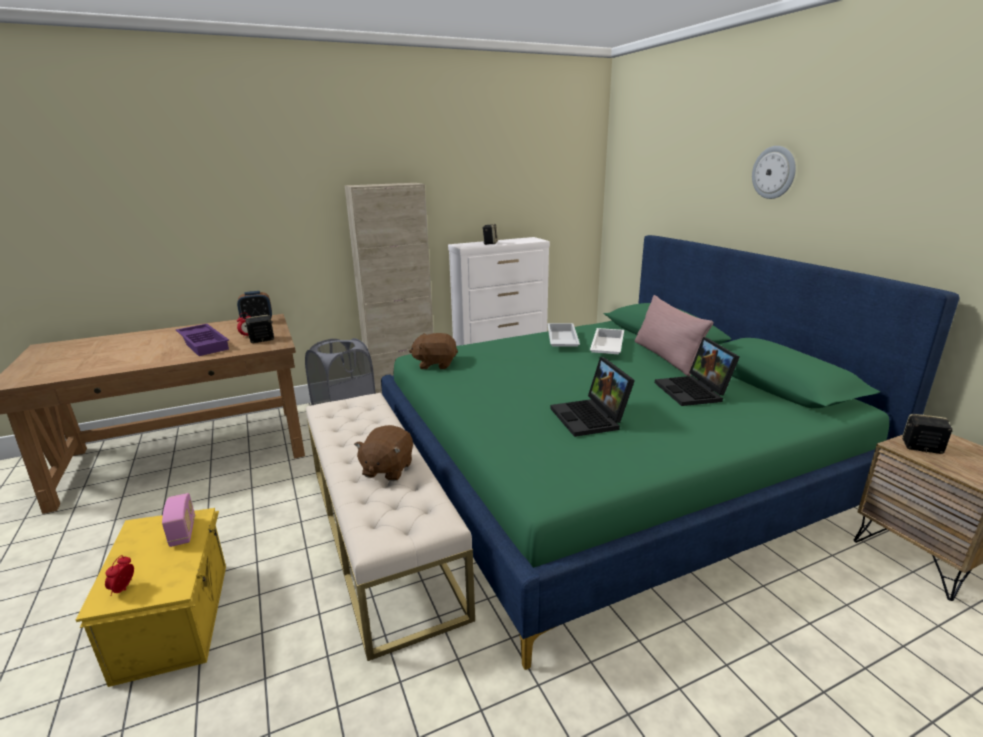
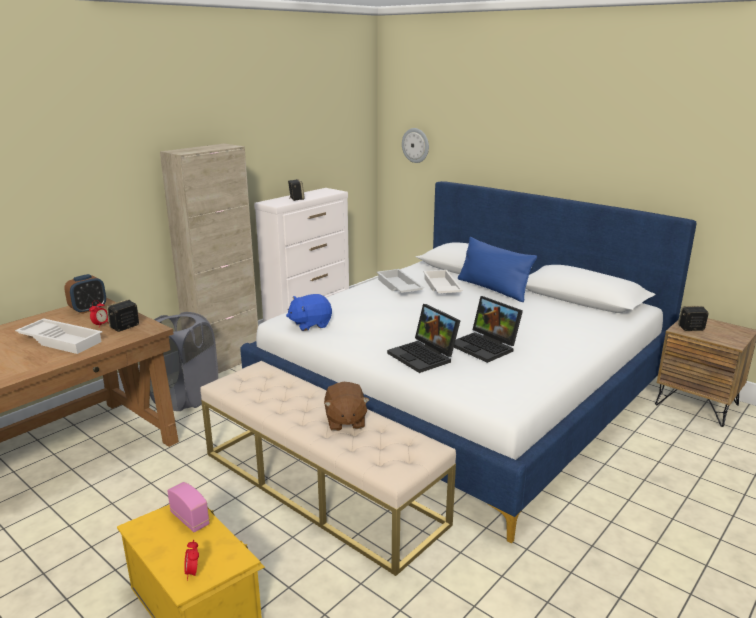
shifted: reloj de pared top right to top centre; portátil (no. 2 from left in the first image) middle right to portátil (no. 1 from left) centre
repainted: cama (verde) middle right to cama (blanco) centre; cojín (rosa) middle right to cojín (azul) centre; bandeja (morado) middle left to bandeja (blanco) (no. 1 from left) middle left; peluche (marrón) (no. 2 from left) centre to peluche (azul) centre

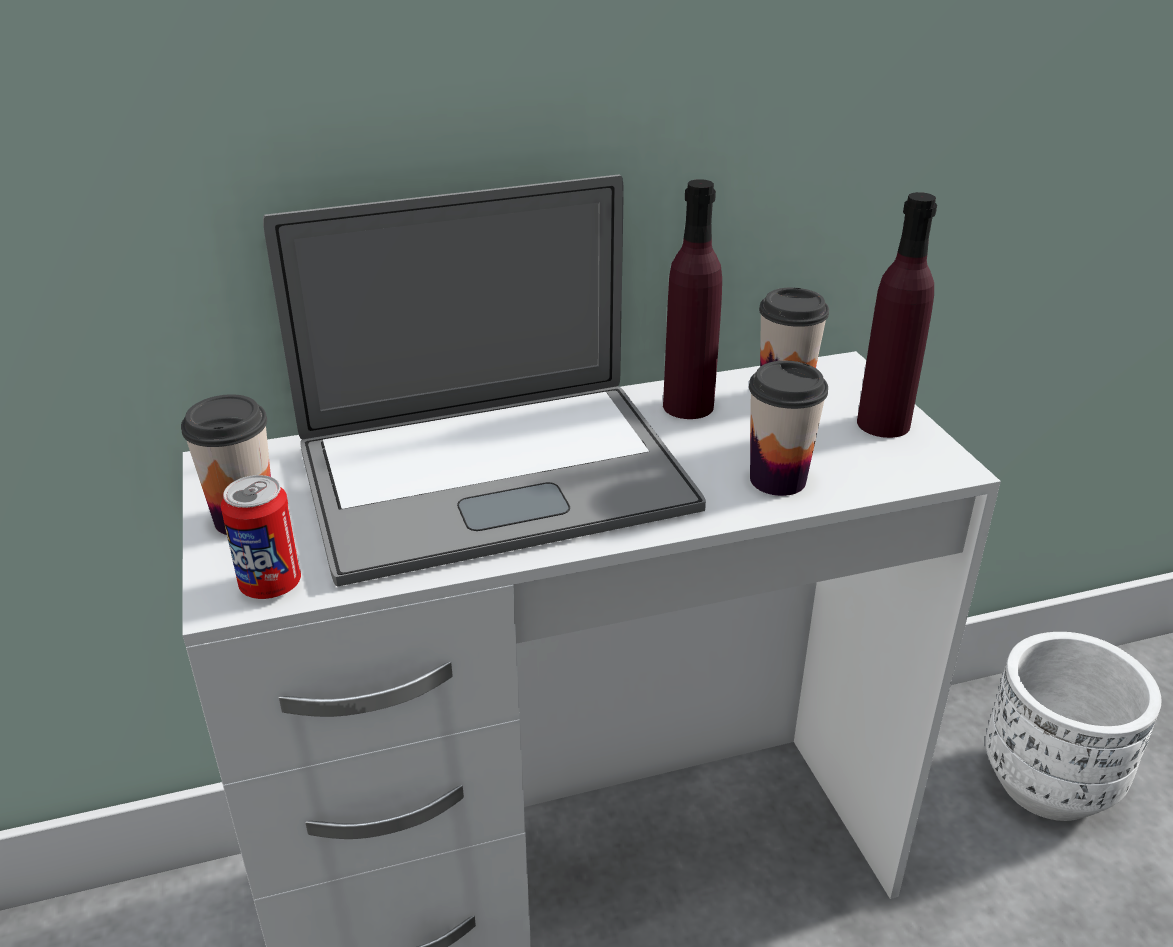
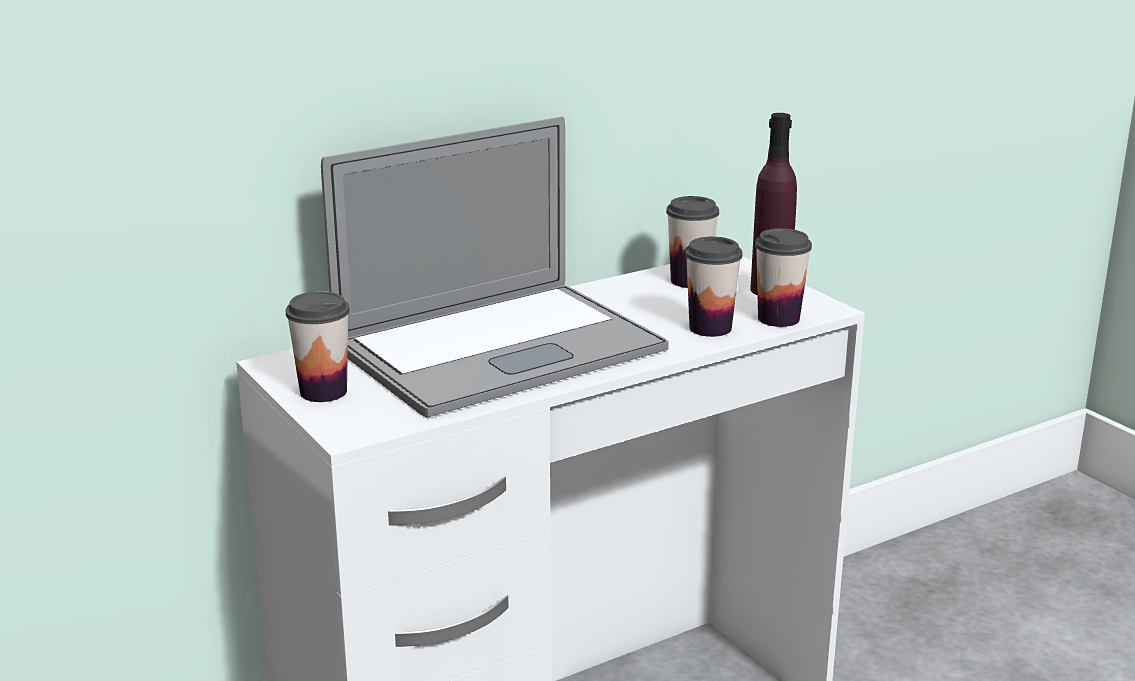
gone: botella (morado) (no. 1 from left) top centre; lata middle left; maceta (blanco) bottom right
new: taza (no. 4 from left) middle right

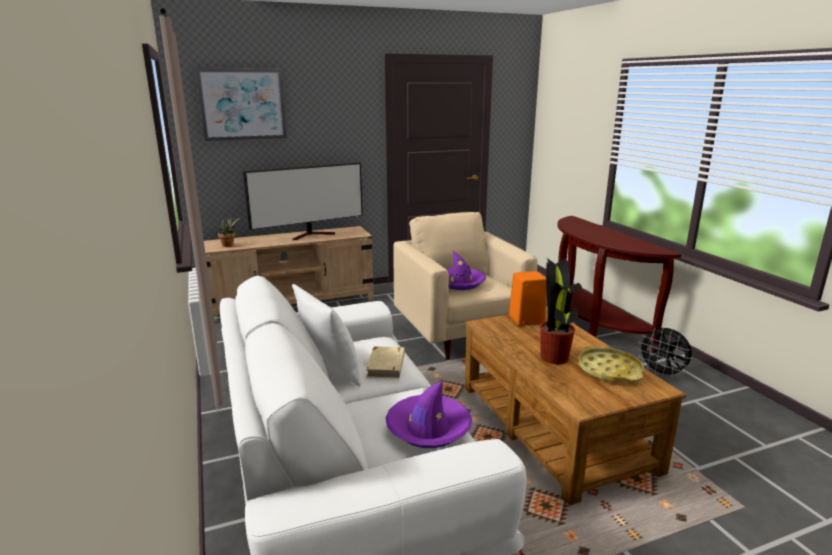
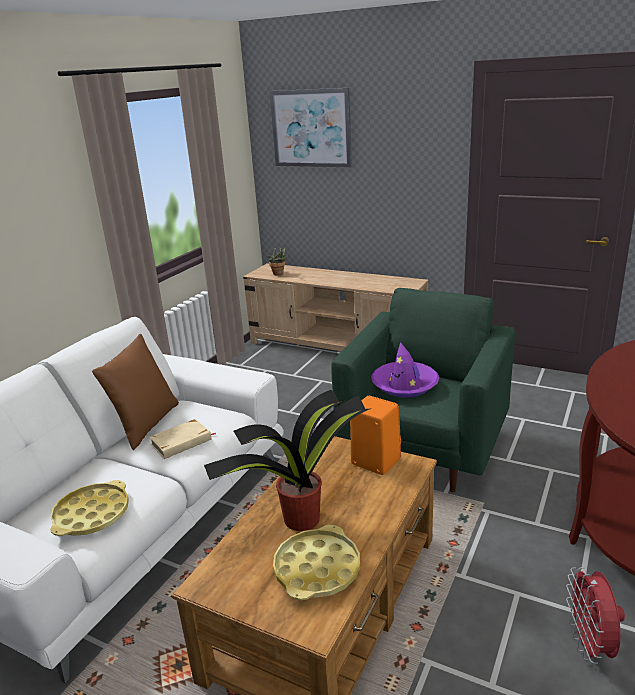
gone: televisor centre
swapped: sombrero (morado) (no. 1 from left) bottom centre to bandeja (amarillo) (no. 1 from left) bottom left
repainted: sillón (beis) centre to sillón (verde) centre; cojín (blanco) centre to cojín (marrón) middle left; ventilador (negro) middle right to ventilador (rojo) bottom right

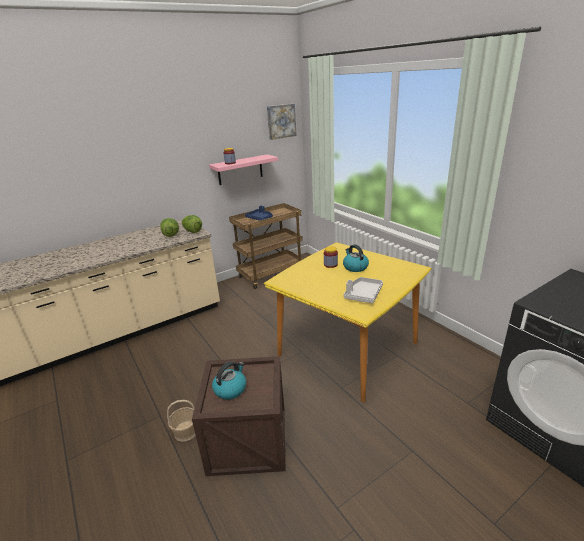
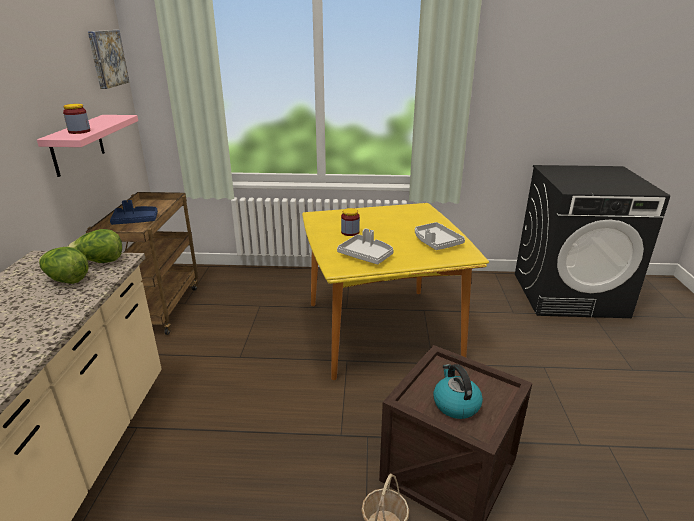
gone: hervidor (no. 2 from left) centre
new: bandeja (gris) (no. 1 from left) centre

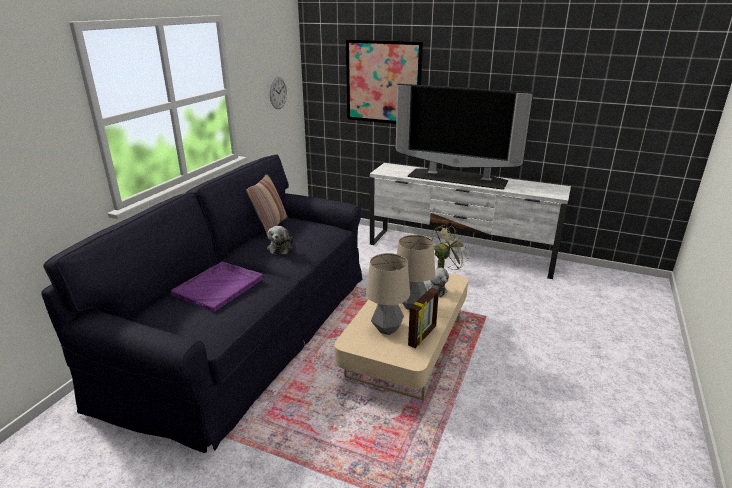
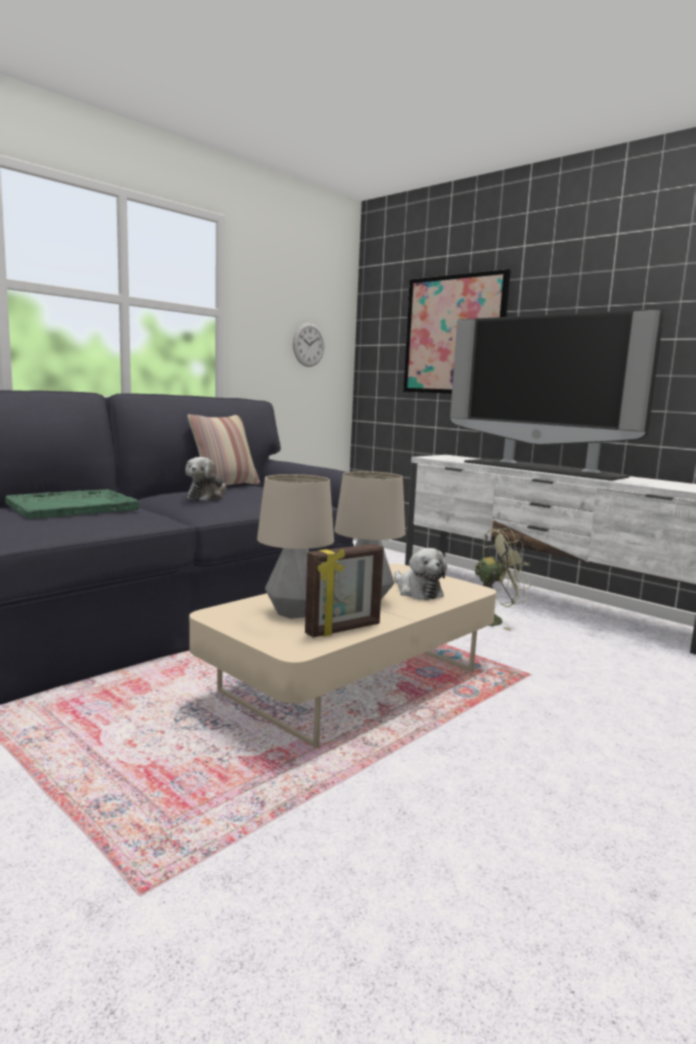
repainted: bandeja (morado) middle left to bandeja (verde) middle left

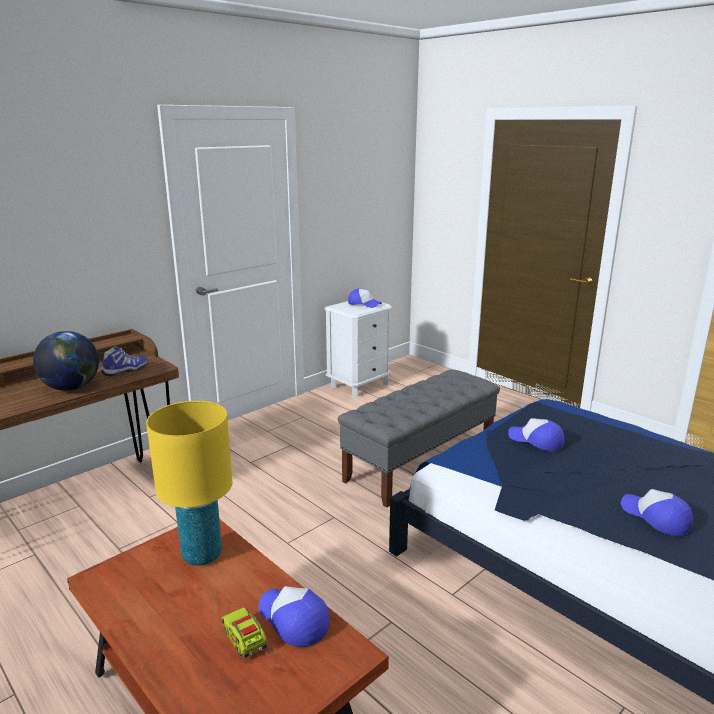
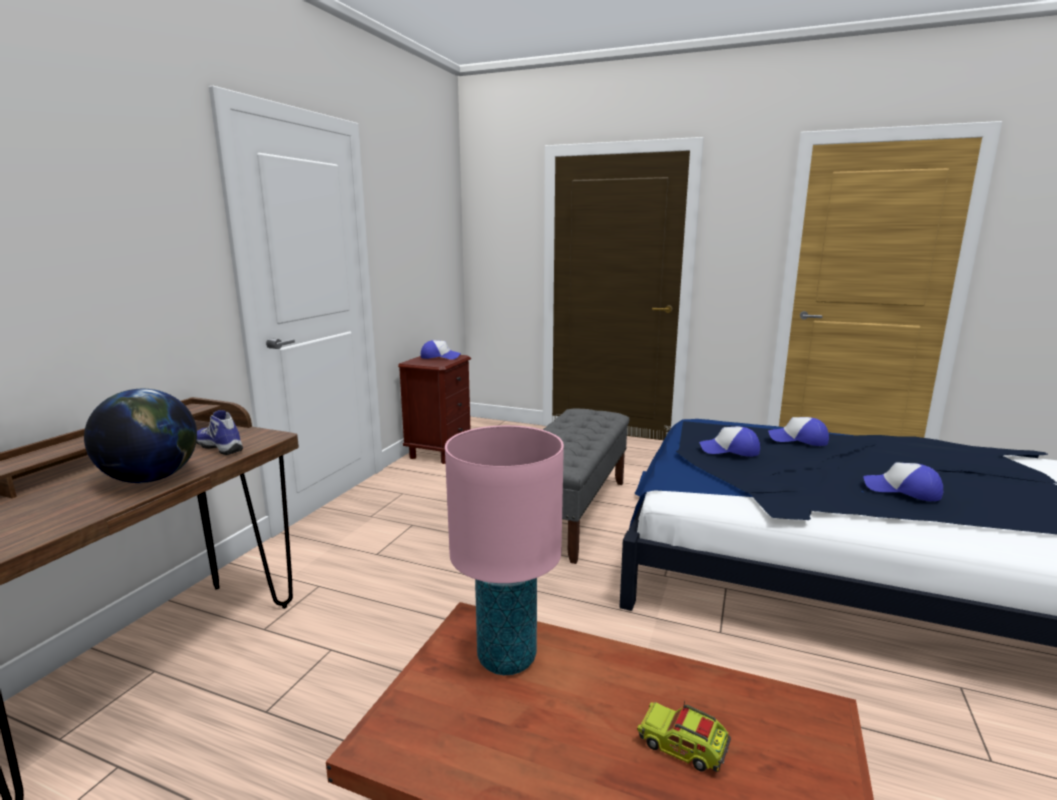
shifted: gorra (no. 1 from left in the first image) bottom centre to gorra (no. 3 from left) middle right
repainted: mesita de noche (blanco) centre to mesita de noche (marrón) centre; lámpara de mesa (amarillo) bottom left to lámpara de mesa (rosa) bottom centre
rotated: zapato middle left = middle left 75 degrees counterclockwise

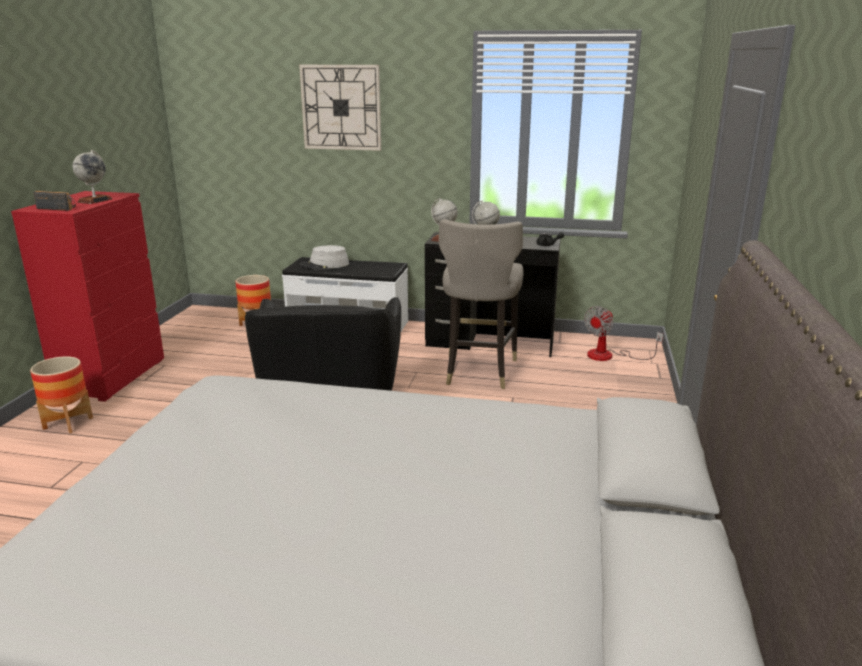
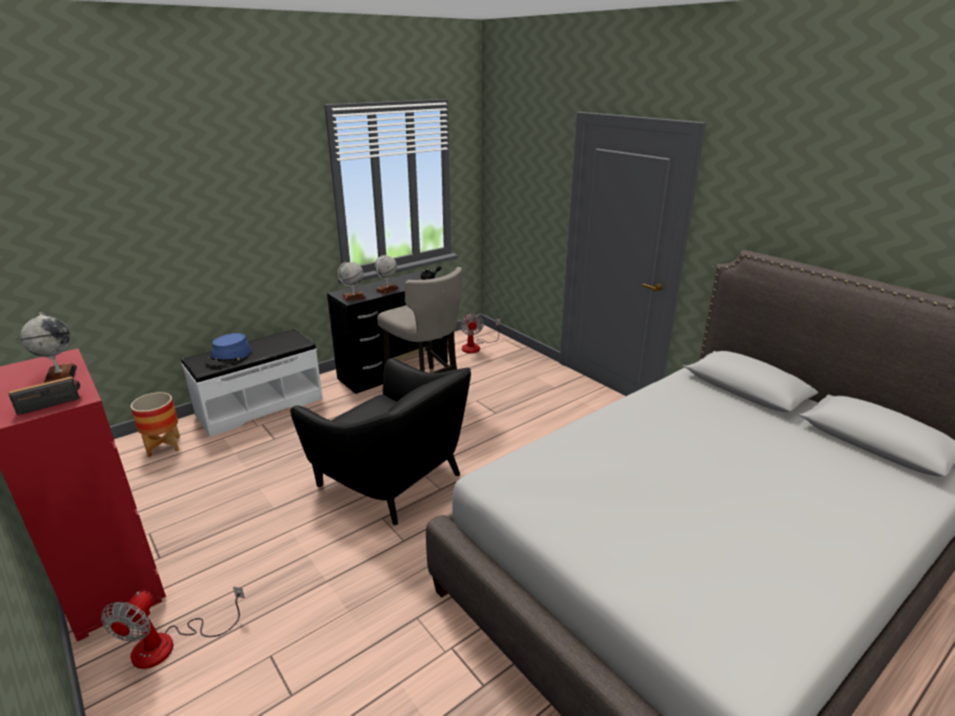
gone: reloj de pared top centre
swapped: maceta (no. 1 from left) middle left to ventilador (no. 1 from left) bottom left
repainted: sombrero (gris) centre to sombrero (azul) middle left

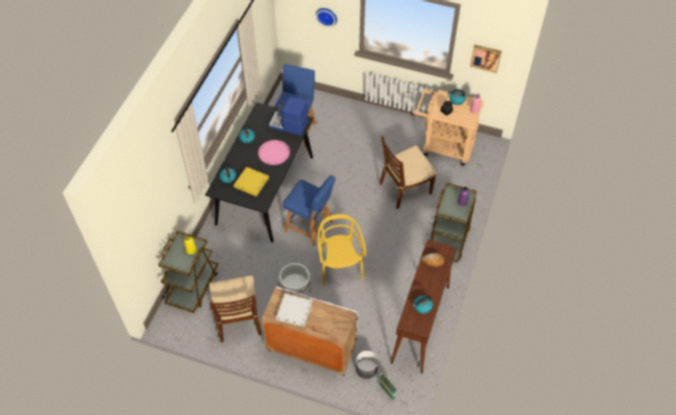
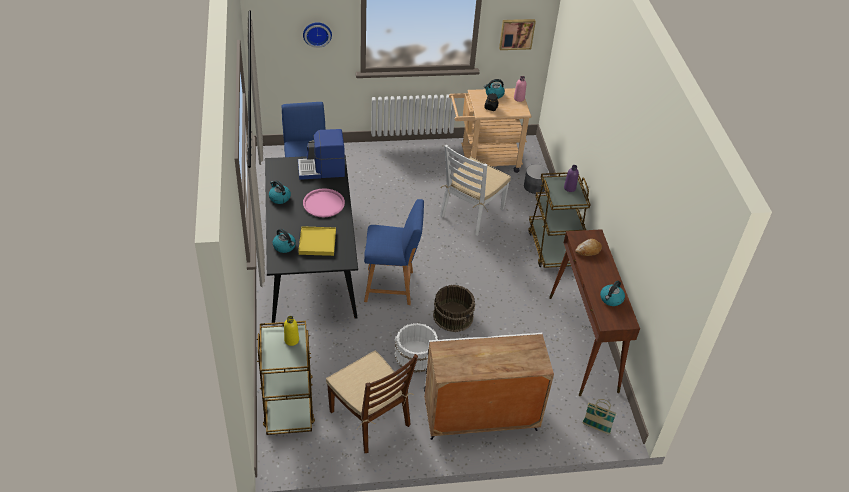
gone: bandeja (blanco) bottom centre
shifted: maceta (gris) bottom centre to centre
swapped: silla (amarillo) centre to cubo (marrón) centre
repainted: silla (marrón) (no. 2 from left) centre to silla (blanco) centre

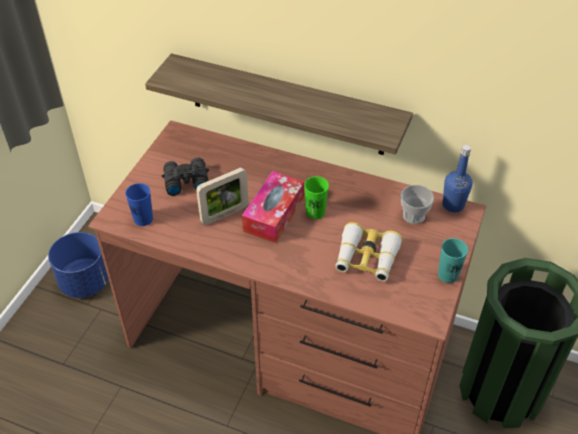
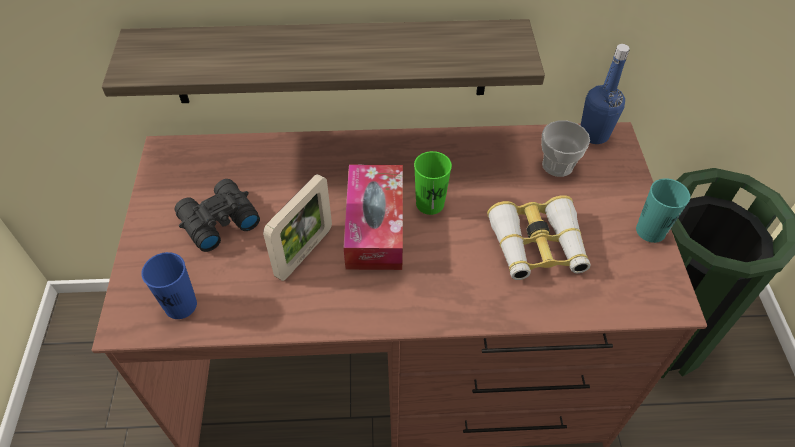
gone: maceta (azul) middle left

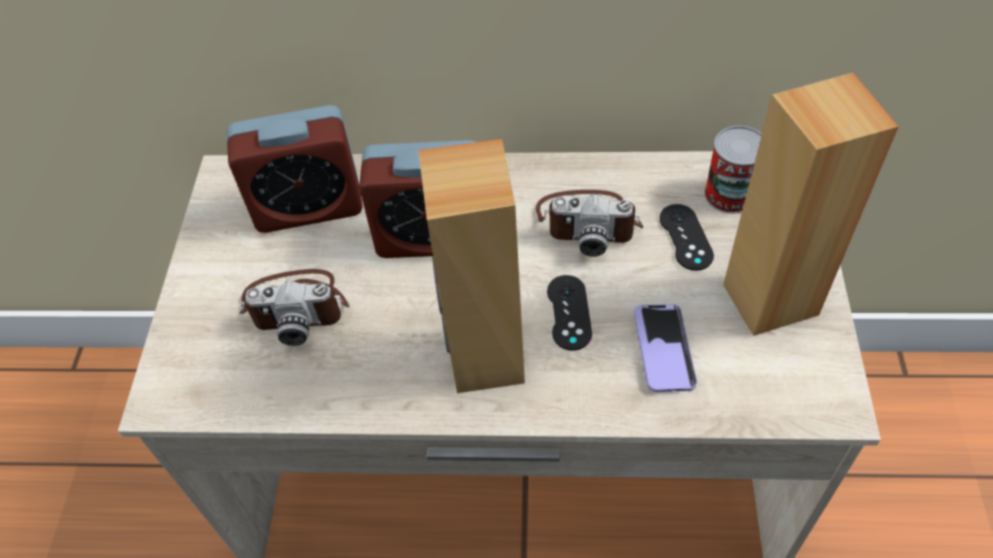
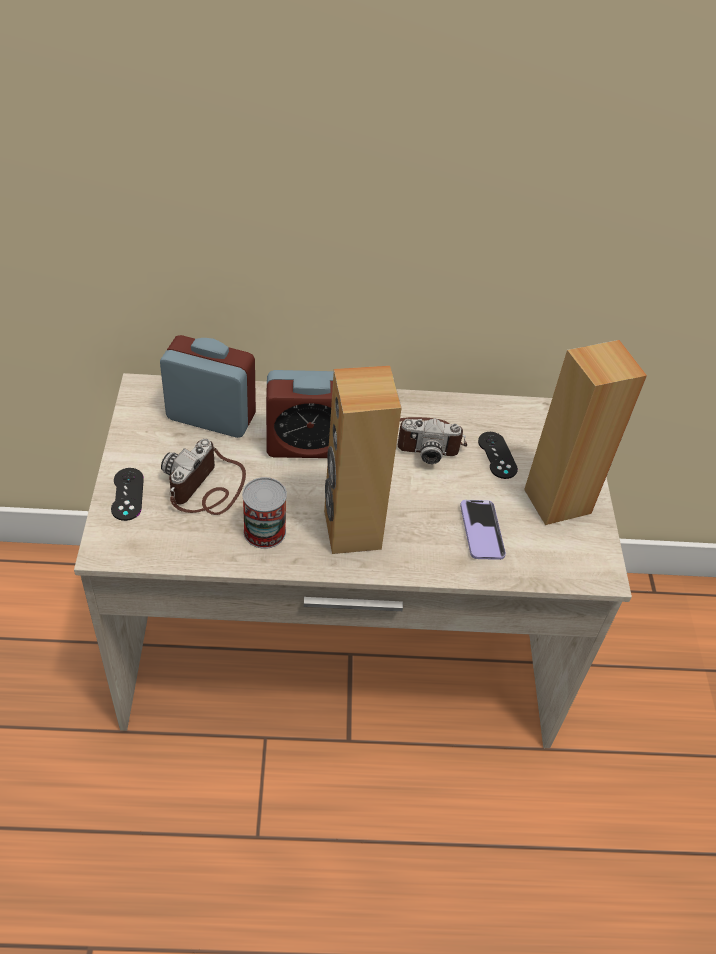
shifted: lata top right to centre; mando de consola (negro) (no. 1 from left) centre to middle left
rotated: despertador (no. 1 from left) top left = middle left 150 degrees counterclockwise; cámara (no. 1 from left) middle left = middle left 120 degrees clockwise

